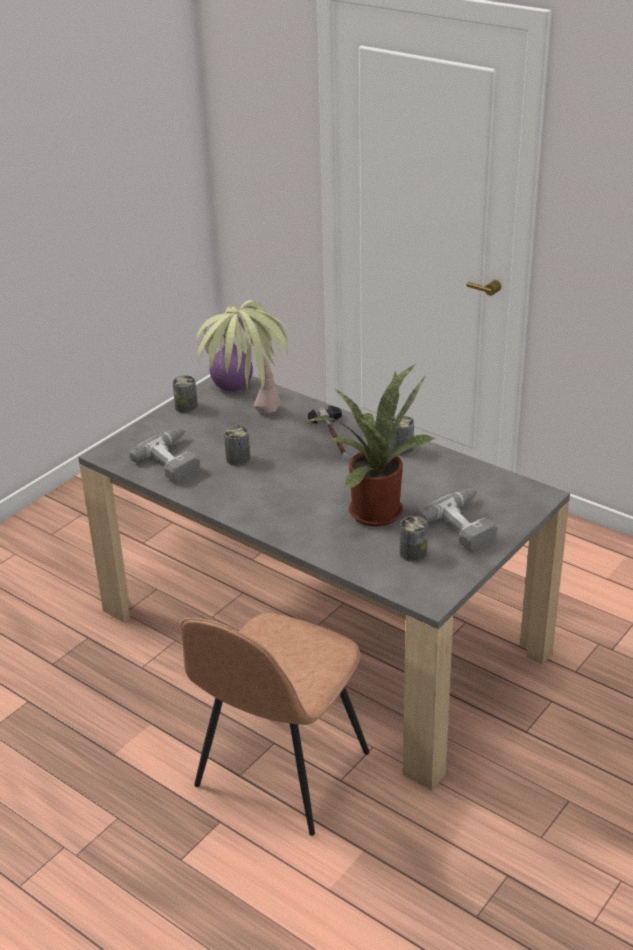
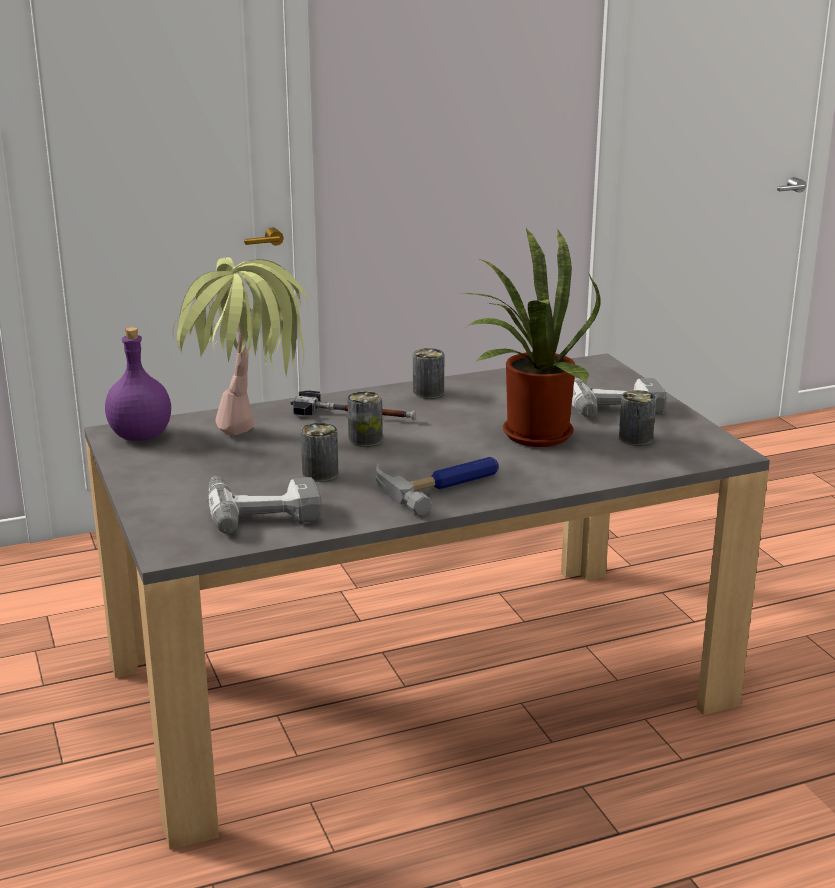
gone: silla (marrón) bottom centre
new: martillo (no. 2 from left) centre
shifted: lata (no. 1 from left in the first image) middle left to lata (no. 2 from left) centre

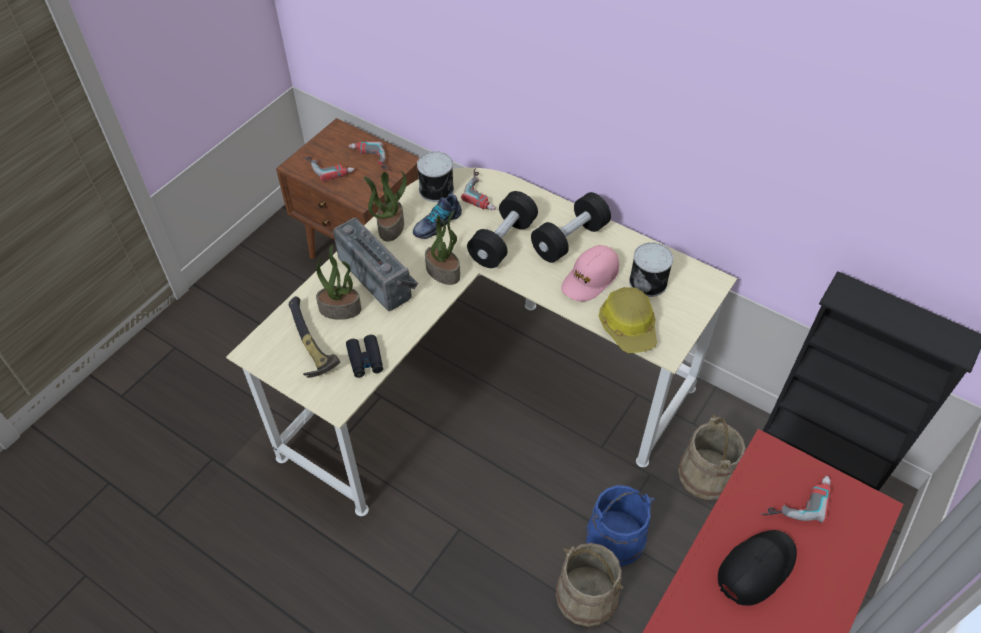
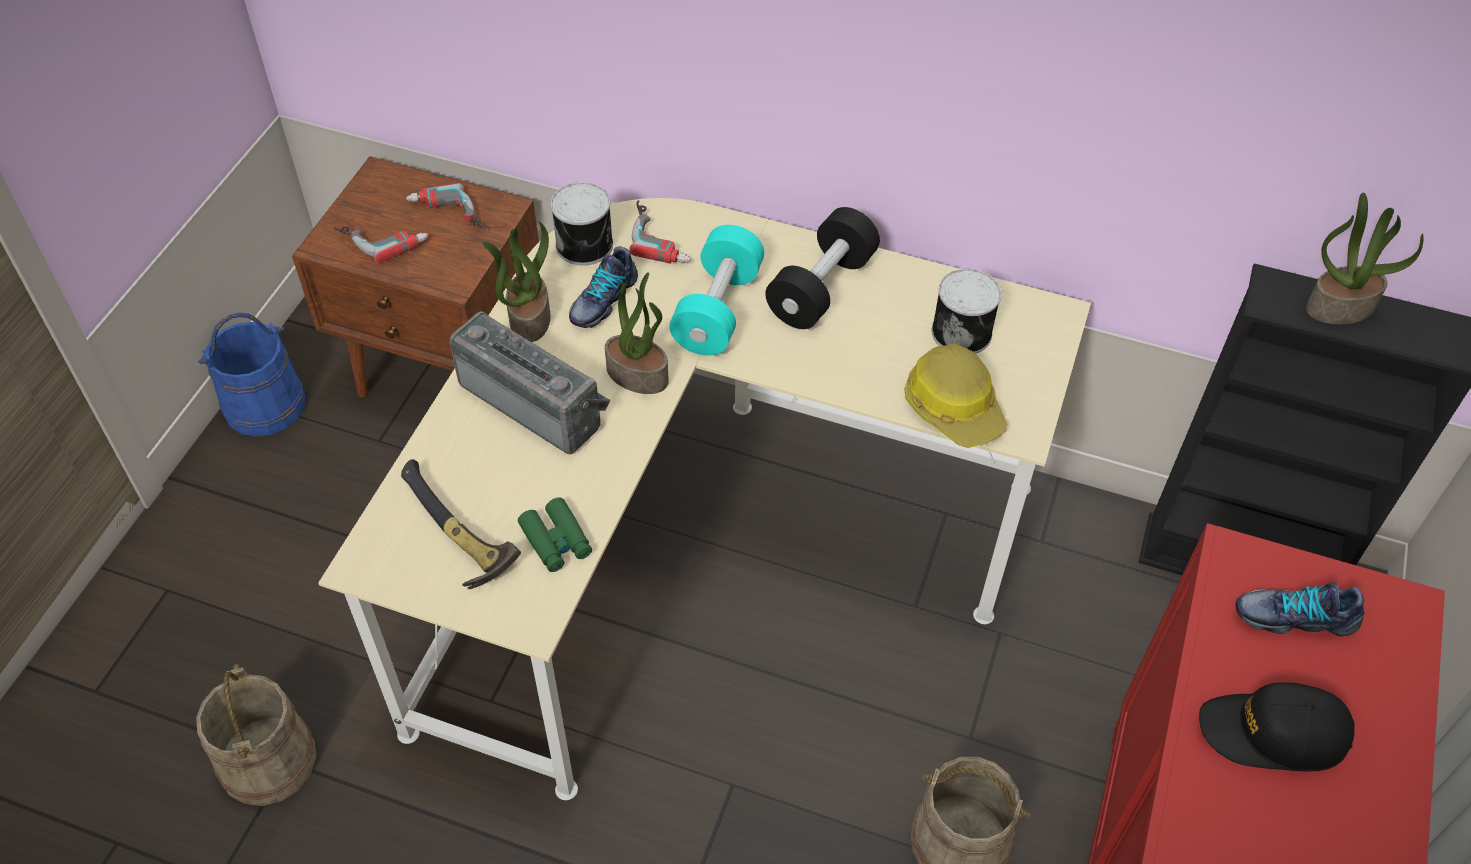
gone: gorra (rosa) centre
shifted: planta en maceta (no. 1 from left in the first image) centre to planta en maceta (no. 3 from left) top right; cubo (beis) (no. 2 from left in the first image) bottom right to cubo (beis) (no. 1 from left) bottom left; cubo (azul) bottom centre to middle left
swapped: taladro (no. 4 from left) bottom right to zapato (no. 2 from left) bottom right
repainted: mancuerna (negro) (no. 1 from left) centre to mancuerna (turquesa) centre; prismáticos (negro) centre to prismáticos (verde) centre
rotated: gorra (negro) bottom right = bottom right 120 degrees counterclockwise

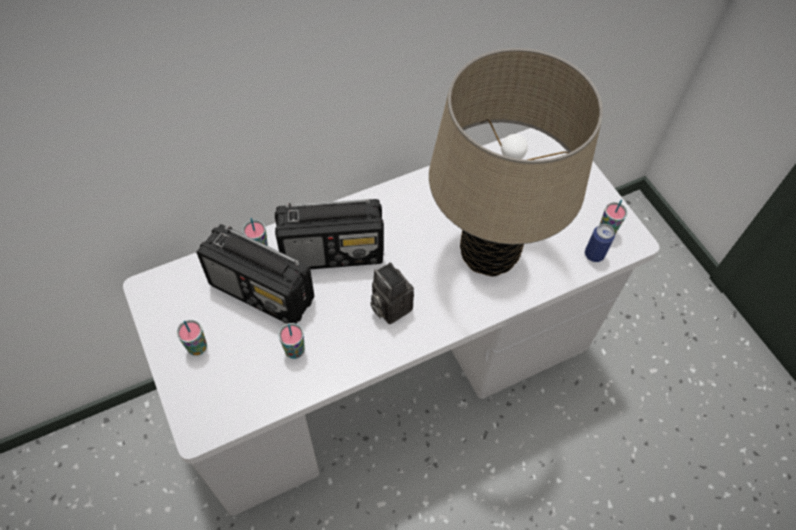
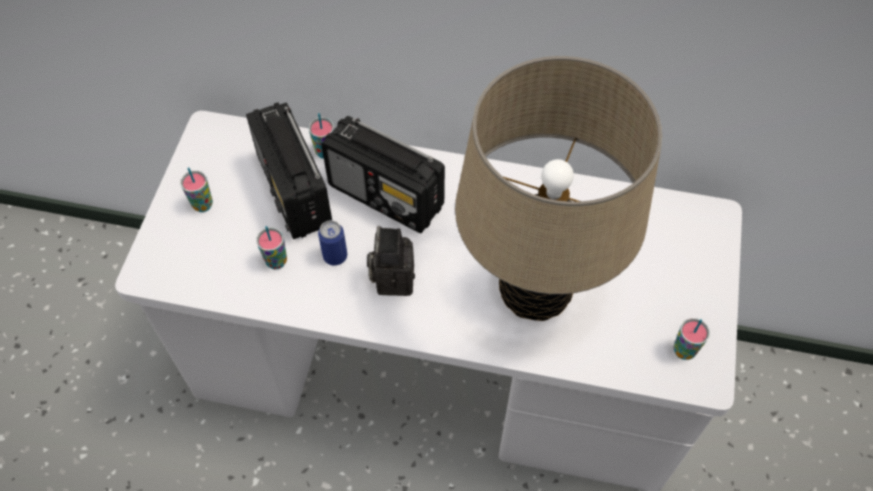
shifted: lata middle right to centre

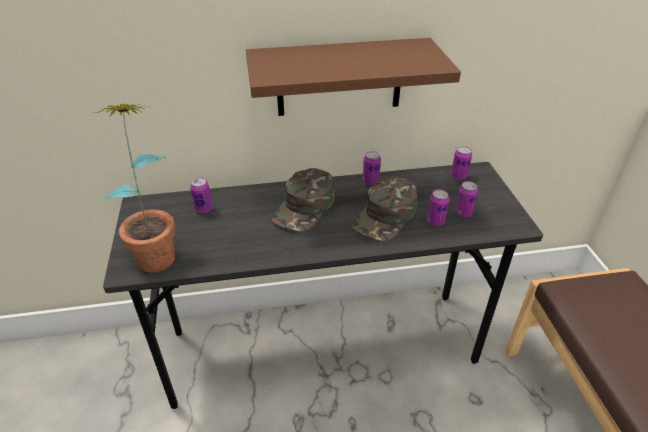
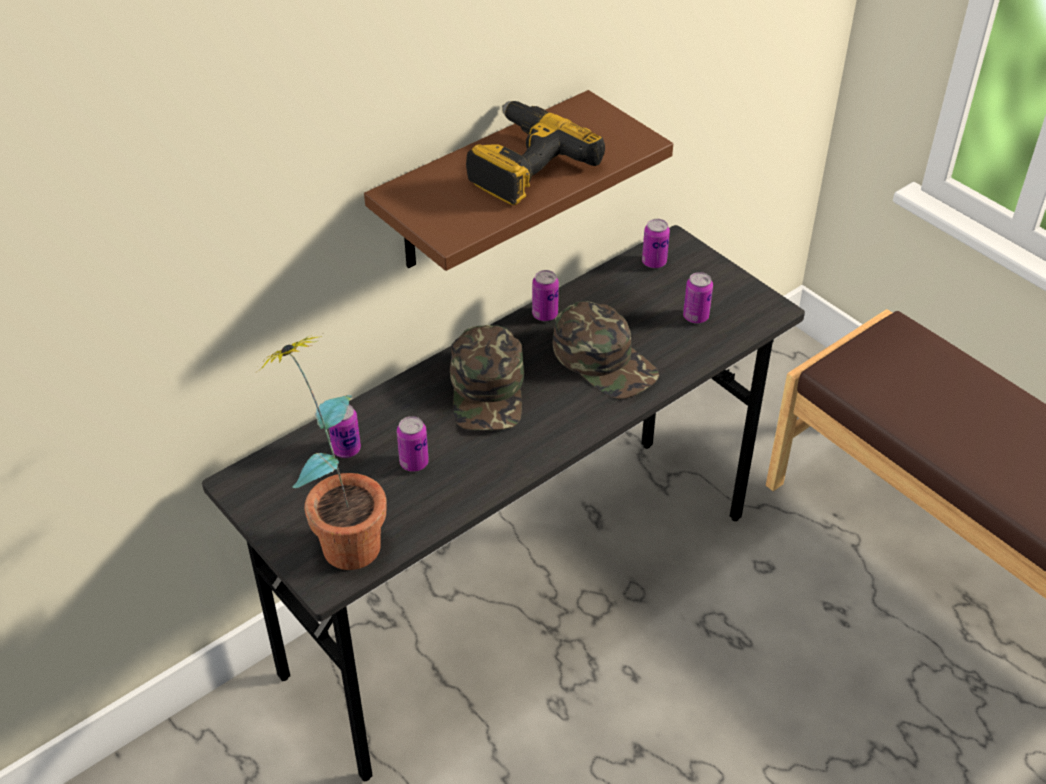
new: taladro top centre
shifted: lata (no. 3 from left in the first image) middle right to lata (no. 2 from left) centre
rotated: gorra (verde) (no. 2 from left) centre = centre 45 degrees counterclockwise

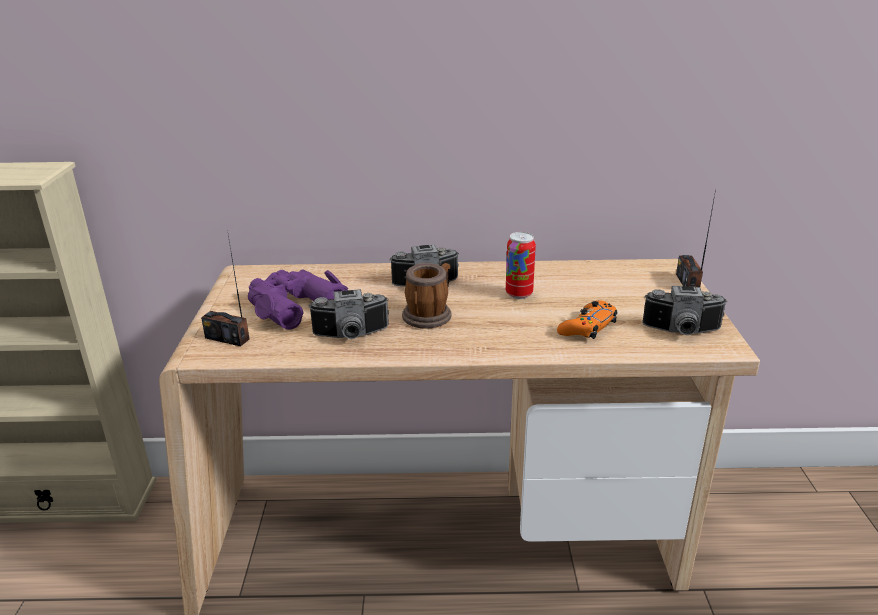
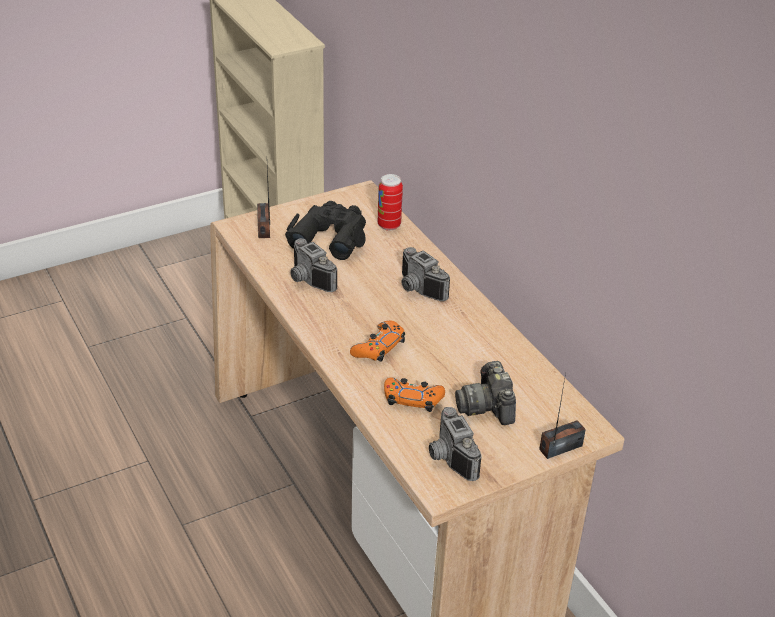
gone: taza grande centre
new: mando de consola (naranja) (no. 1 from left) centre; cámara (no. 4 from left) centre
shifted: lata centre to top centre
repainted: prismáticos (morado) centre to prismáticos (negro) centre

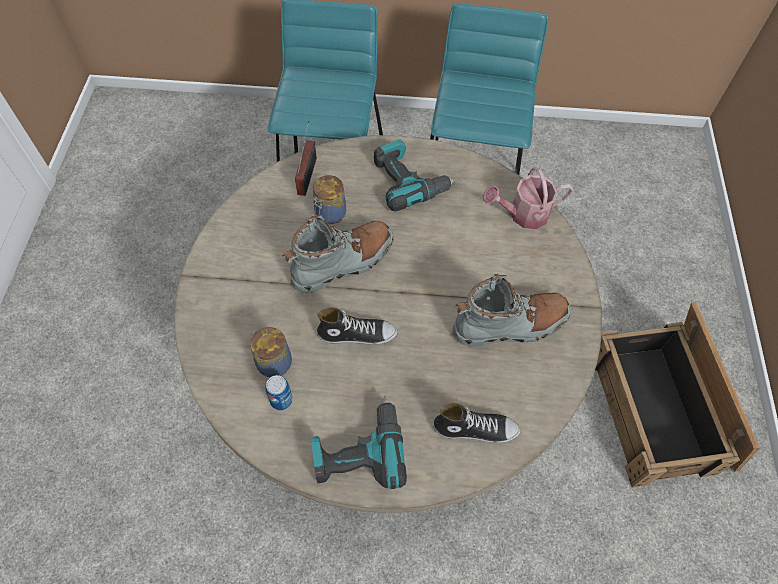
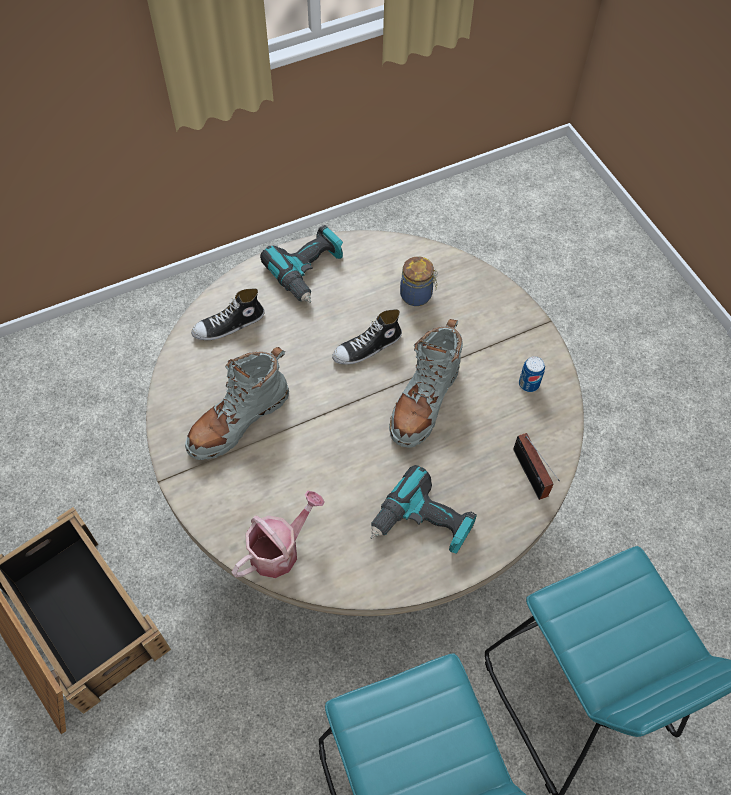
gone: tarro (no. 2 from left) centre
shifted: lata bottom centre to middle right

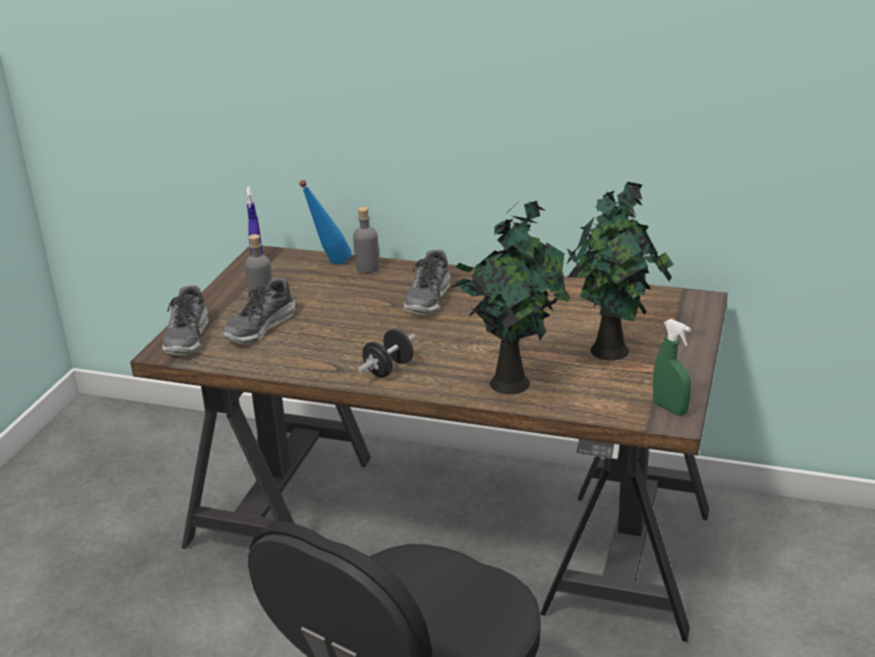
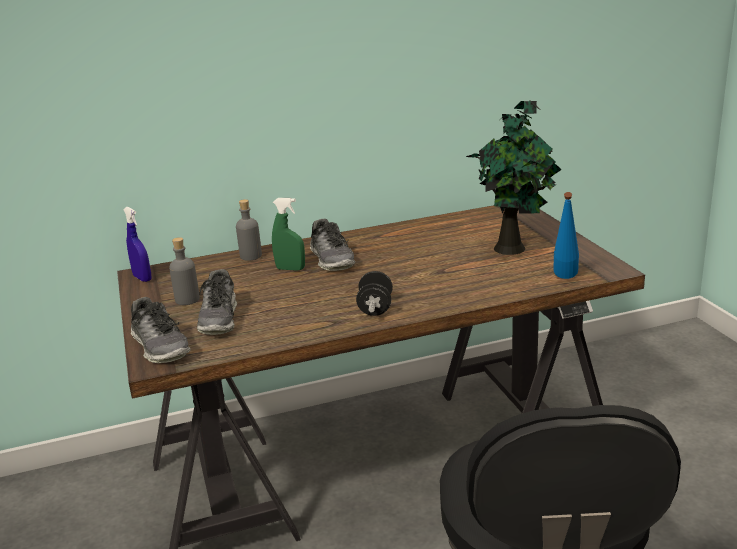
gone: planta en maceta (no. 1 from left) centre
shifted: botella (azul) centre to middle right; pulverizador (verde) middle right to centre

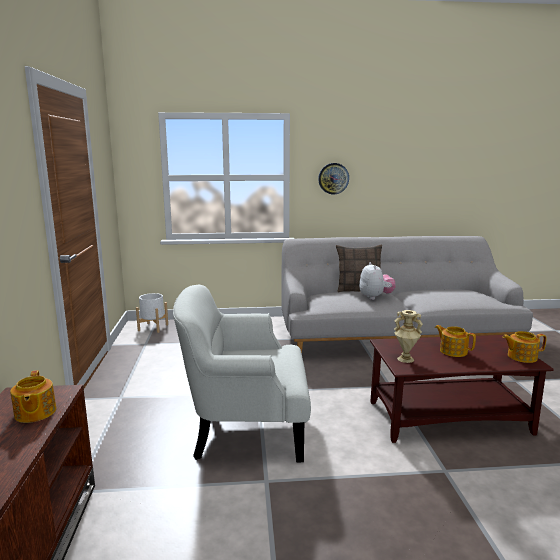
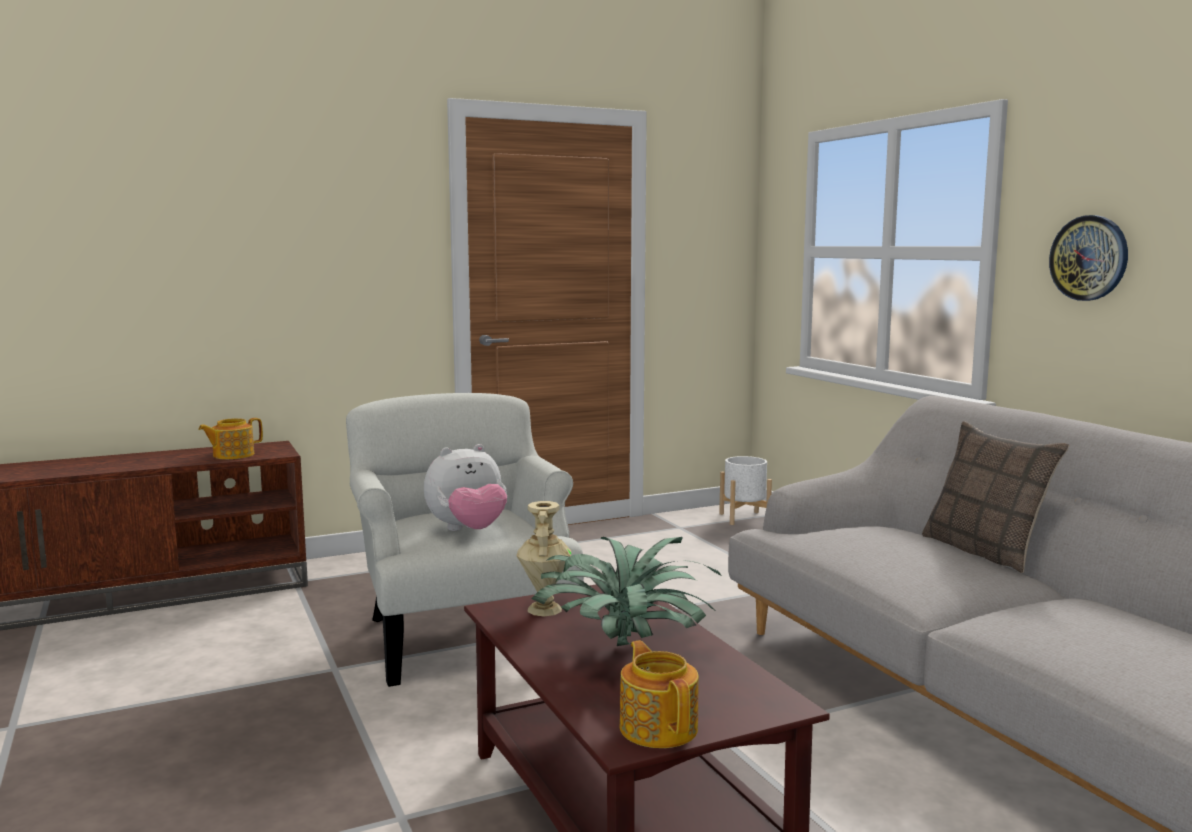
shifted: peluche middle right to centre
swapped: tetera (no. 2 from left) middle right to planta en maceta bottom centre

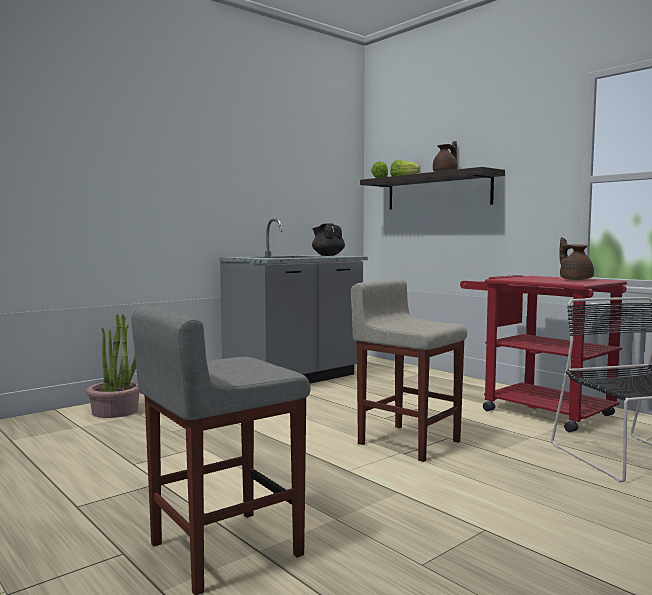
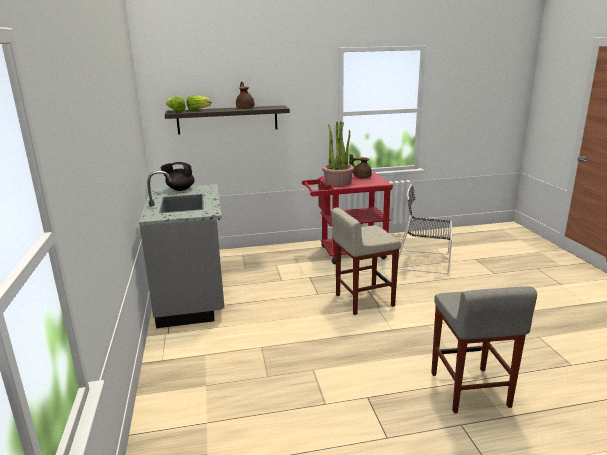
shifted: planta en maceta middle left to centre

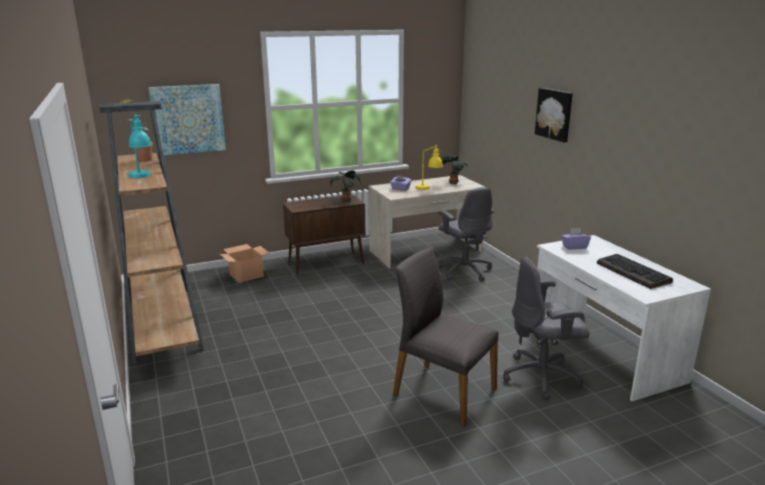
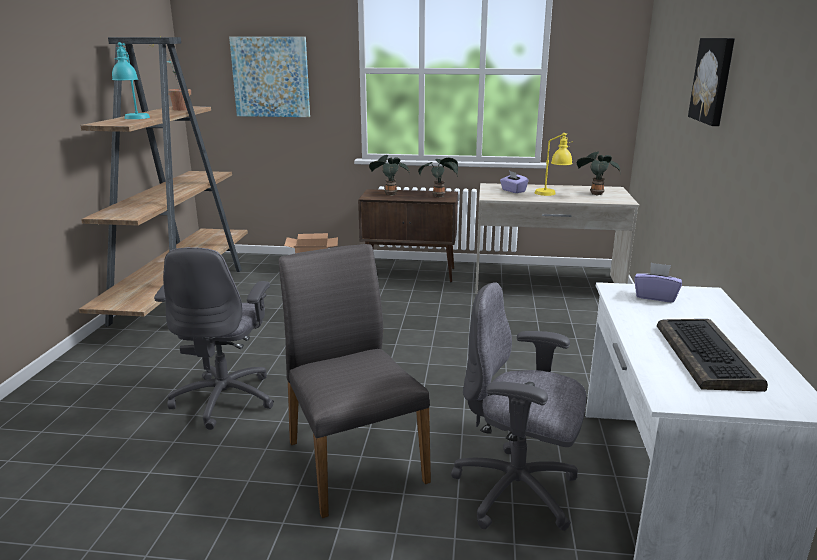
new: planta en maceta (no. 2 from left) top centre
shifted: silla de oficina (gris) (no. 1 from left) centre to middle left

